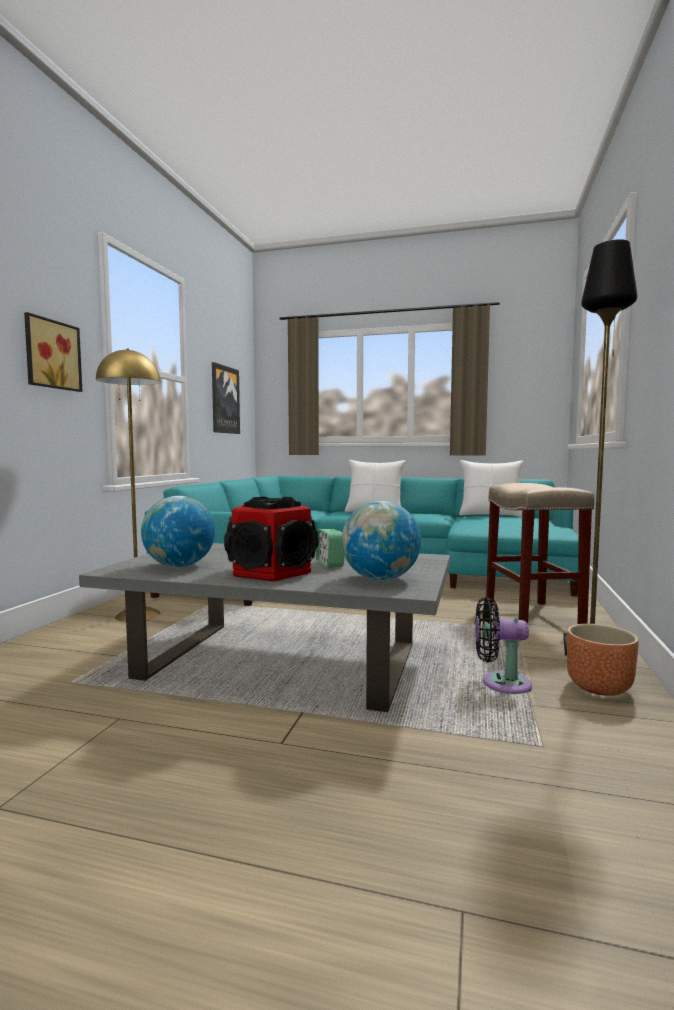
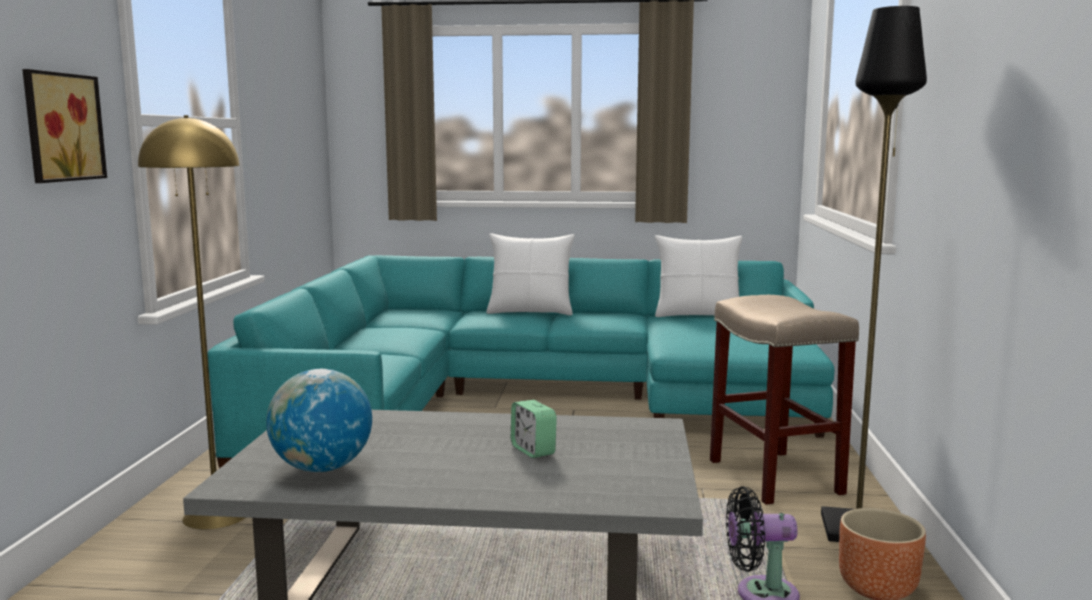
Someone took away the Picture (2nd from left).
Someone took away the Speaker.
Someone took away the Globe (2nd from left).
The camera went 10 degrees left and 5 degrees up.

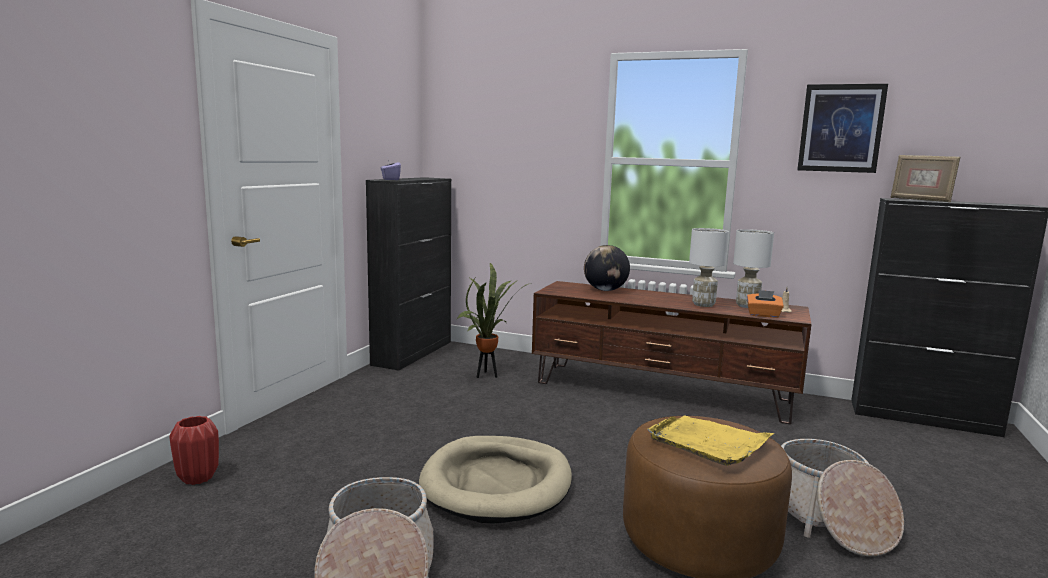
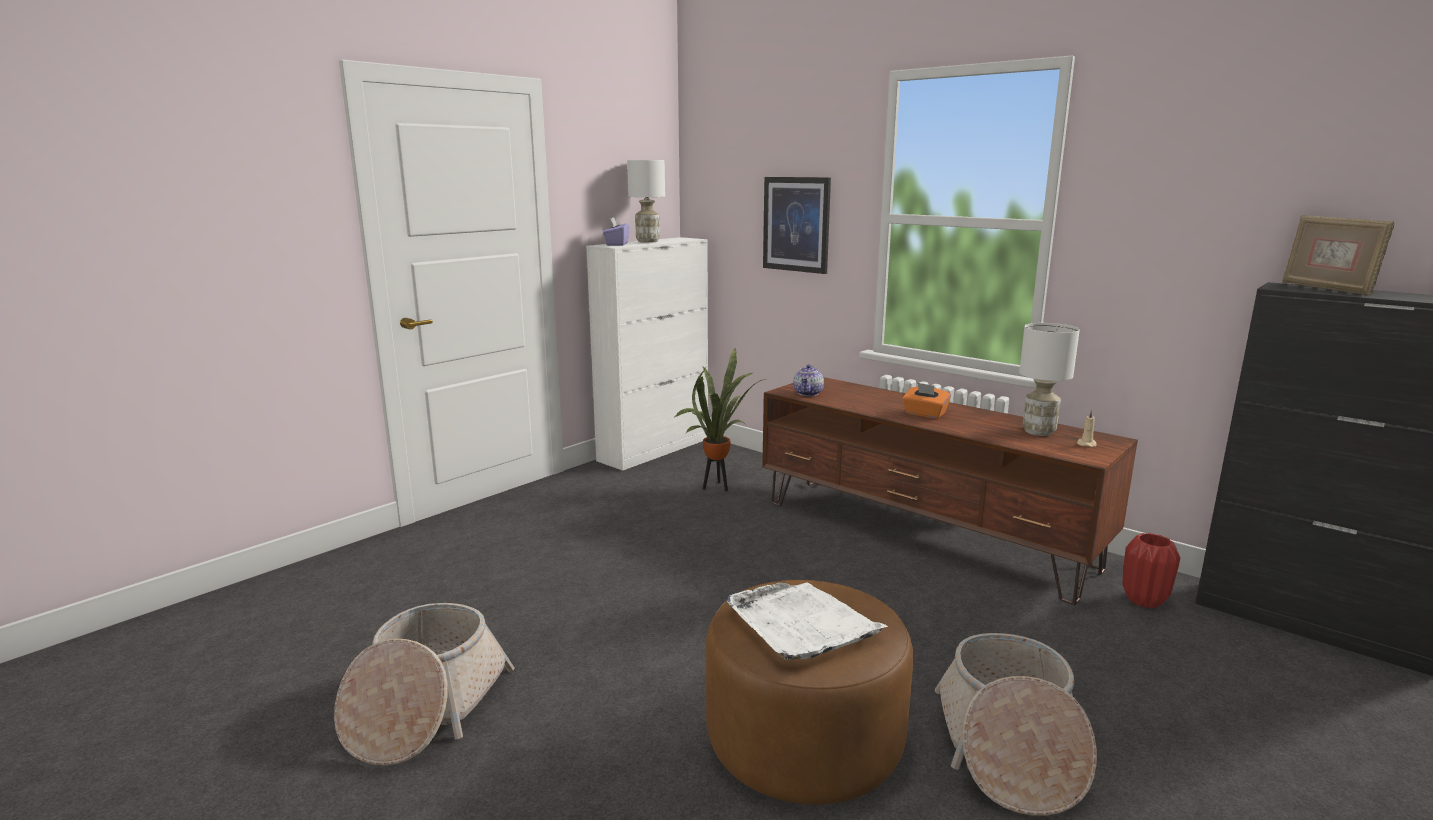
Someone repainted the BlackCabinet (1st from left), which became the WhiteCabinet.
Someone carried the WhiteTableLamp (1st from left).
Someone repainted the YellowTray, which became the WhiteTray.
Someone carried the Picture.
Someone put down the Teapot.
Someone carried the OrangeTissueBox.
Someone carried the RedVase.
Someone took away the BeigeDogBed.
Someone took away the Globe.
The camera went 20 degrees right and 5 degrees up.

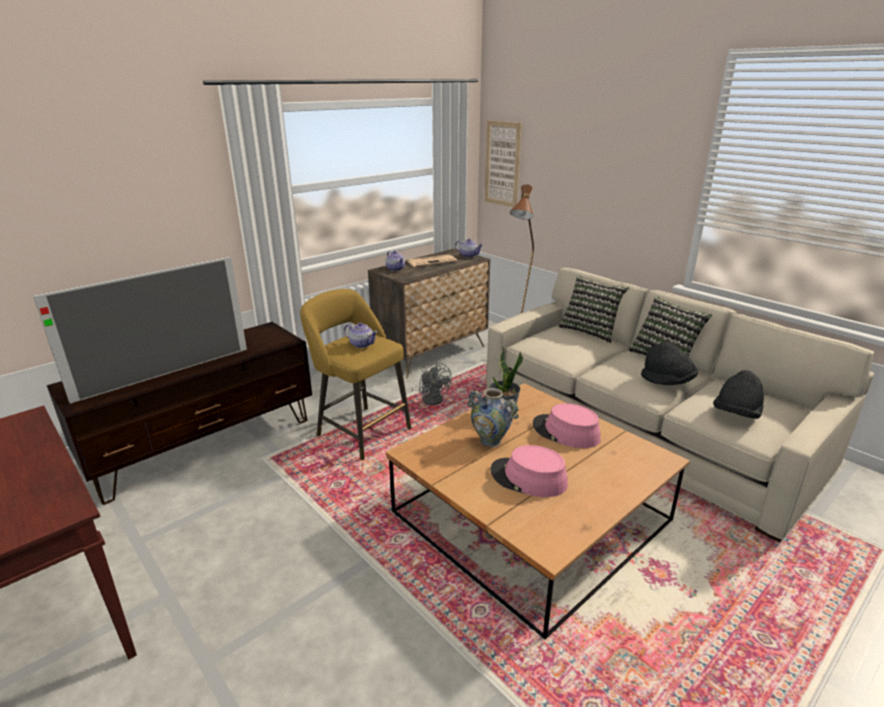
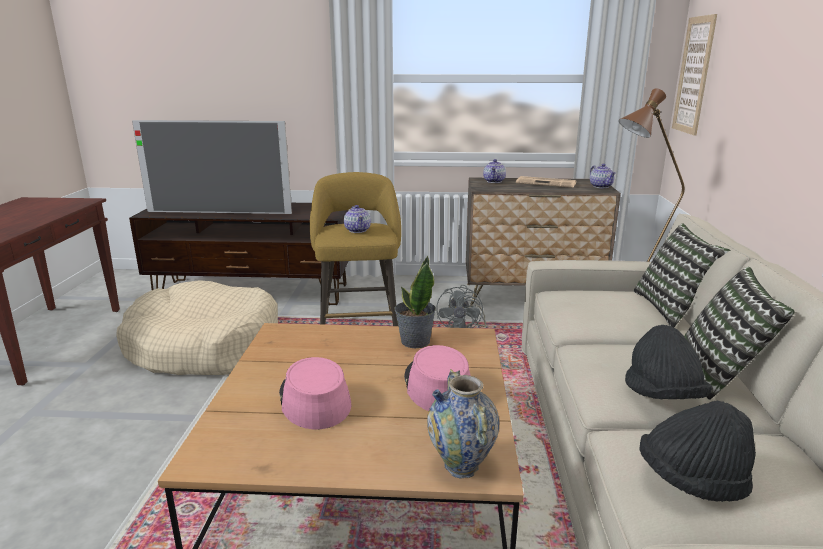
Someone put down the BeigeDogBed.
Someone carried the Vase.
The camera went 45 degrees right and 5 degrees down.

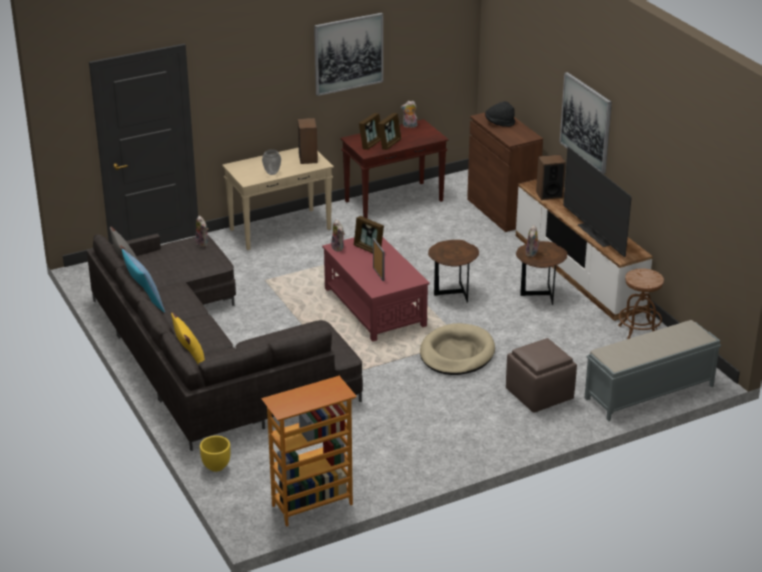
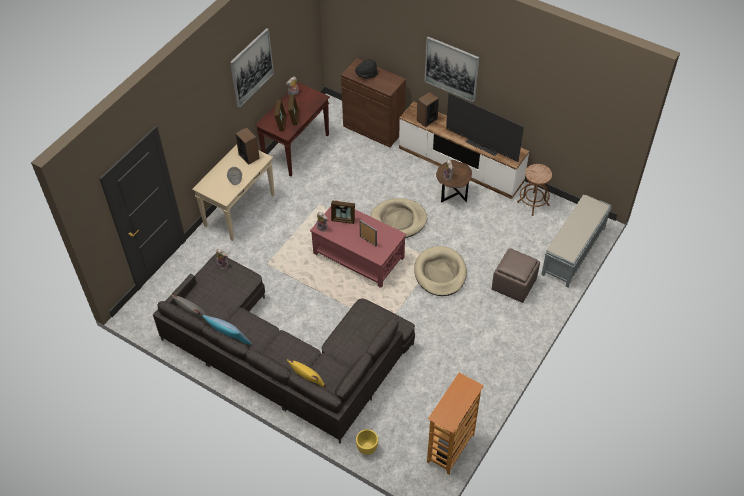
Someone swapped the BrownSideTable (1st from left) for the BeigeDogBed (1st from left).
The camera went 30 degrees left and 20 degrees up.

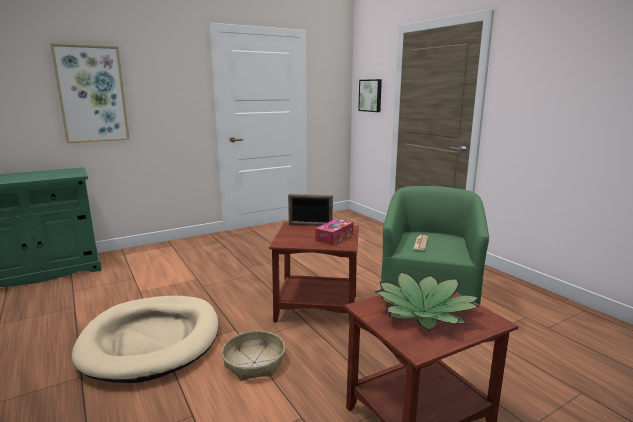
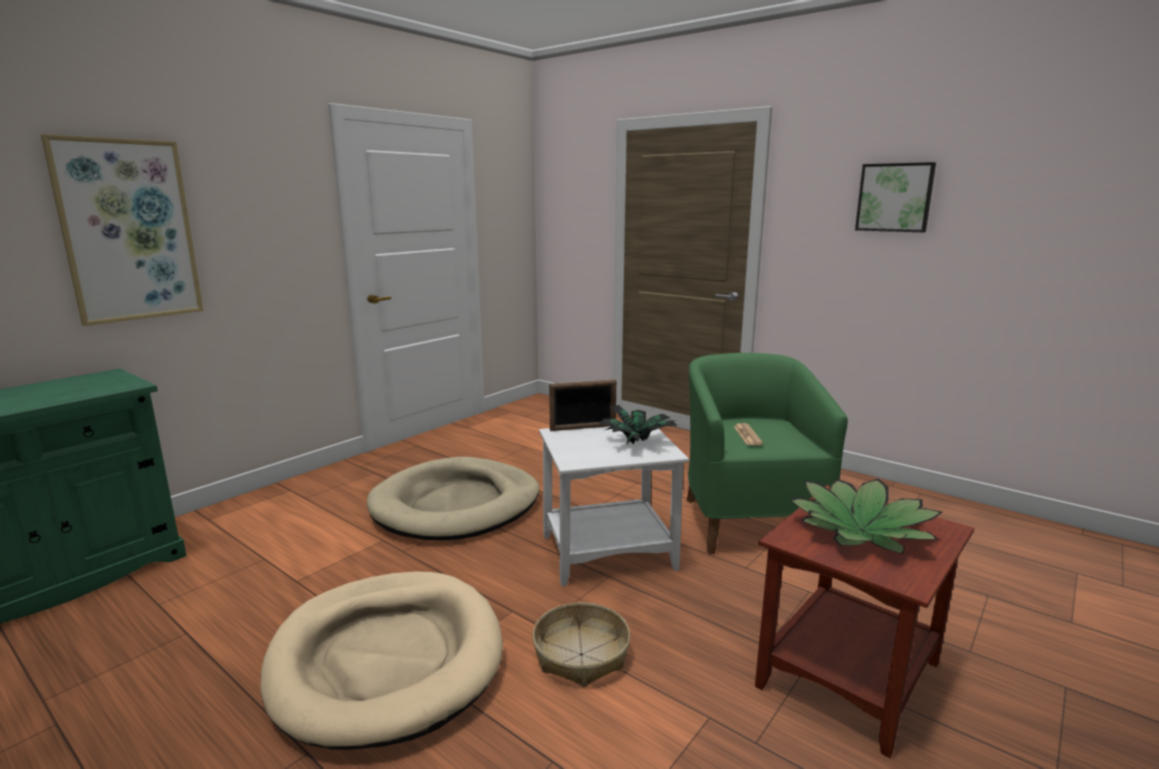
Someone put down the BeigeDogBed (2nd from left).
Someone repainted the BrownSideTable (1st from left), which became the WhiteSideTable.
Someone swapped the TissueBox for the PottedPlant (1st from left).
Someone carried the Picture (2nd from left).
The camera went 20 degrees left and 0 degrees up.

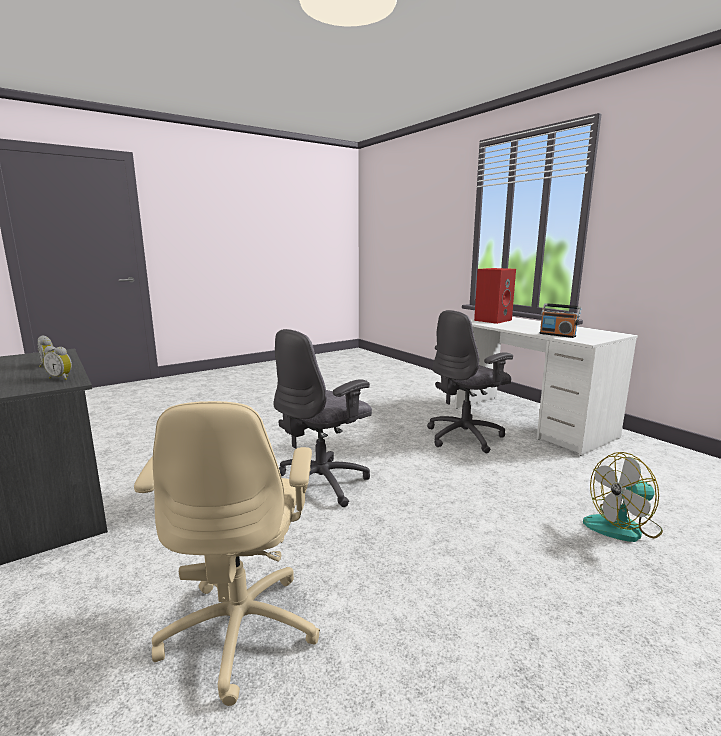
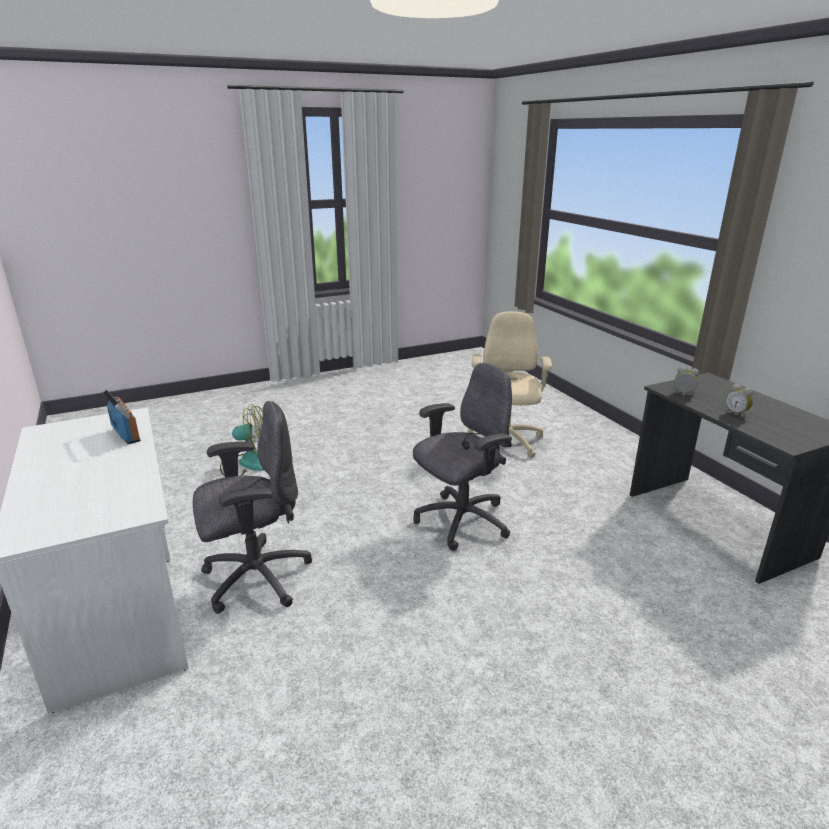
Someone took away the RedSpeaker.
The camera went 170 degrees left and 10 degrees up.

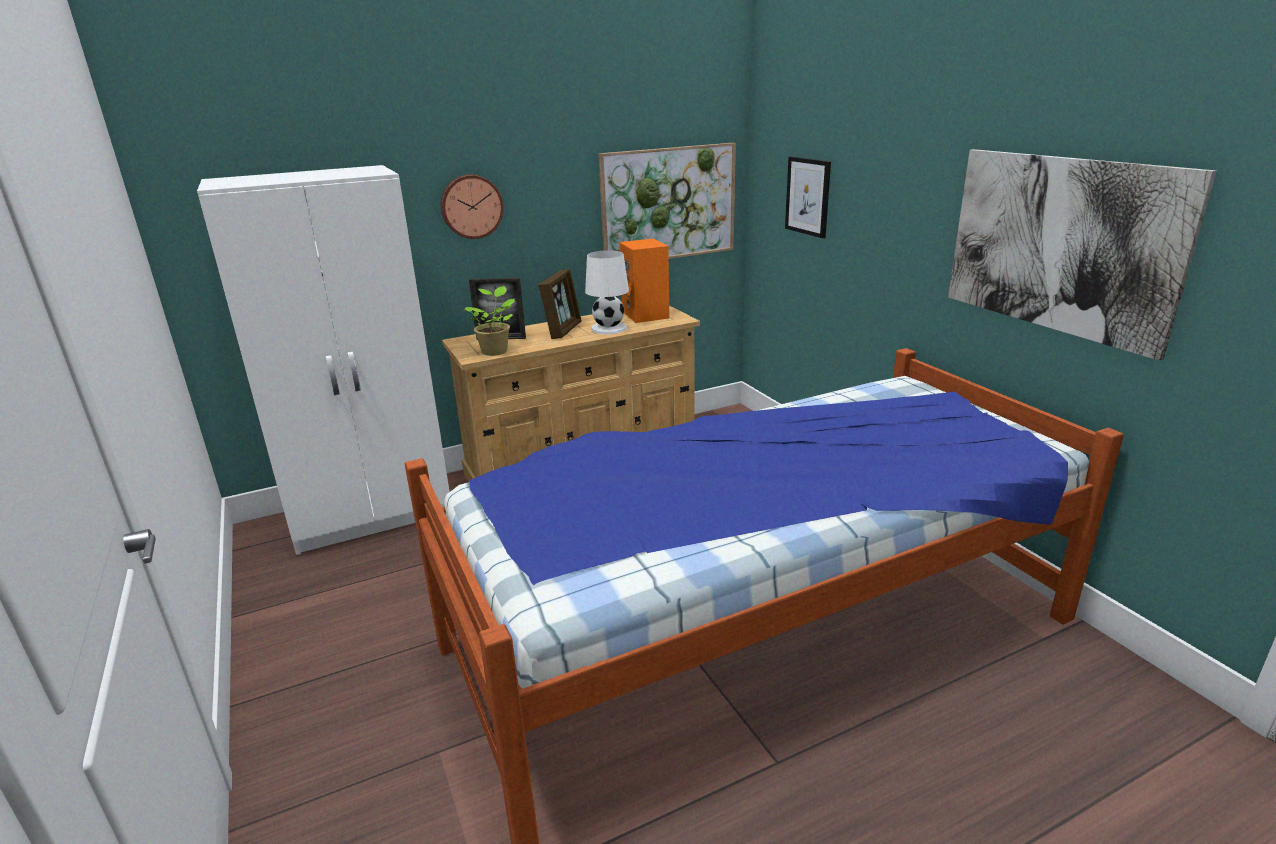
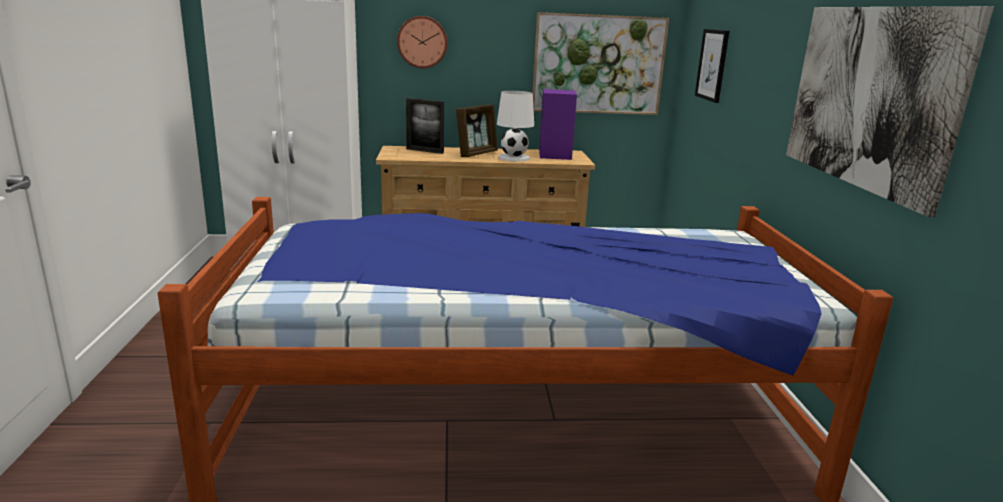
Someone repainted the OrangeSpeaker, which became the PurpleSpeaker.
Someone took away the PottedPlant.
The camera went 20 degrees right and 5 degrees down.

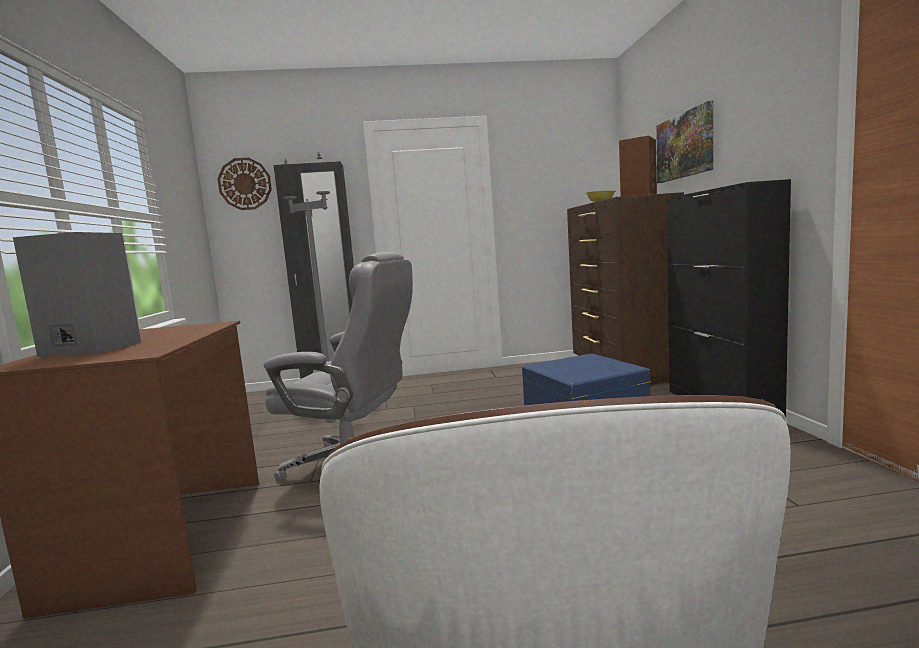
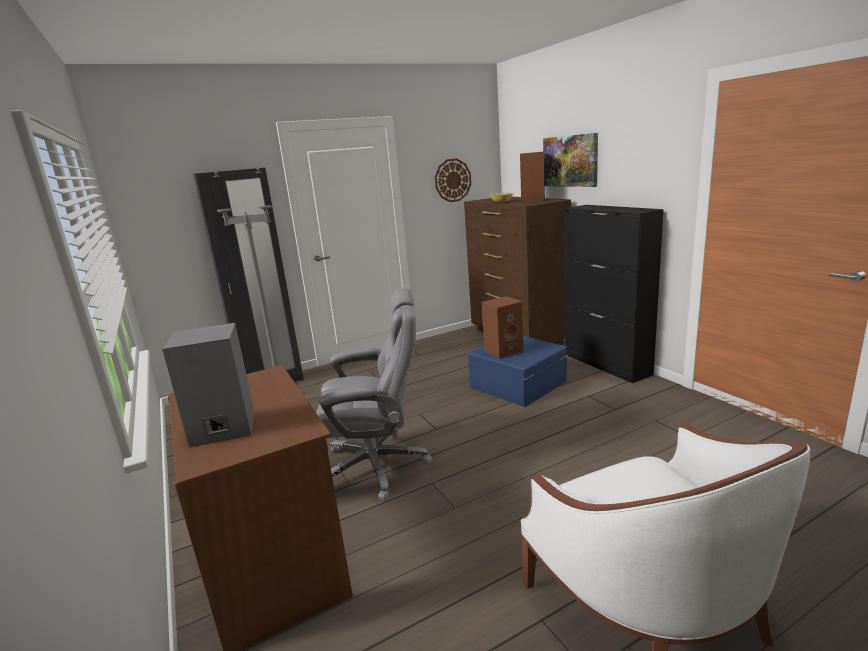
Someone carried the WallClock.
Someone put down the BrownSpeaker (1st from left).
The camera went 20 degrees left and 10 degrees up.

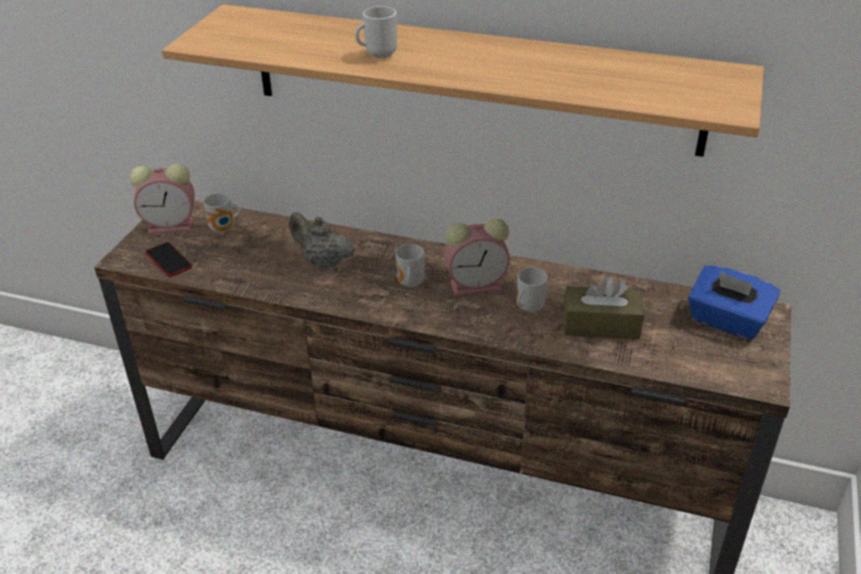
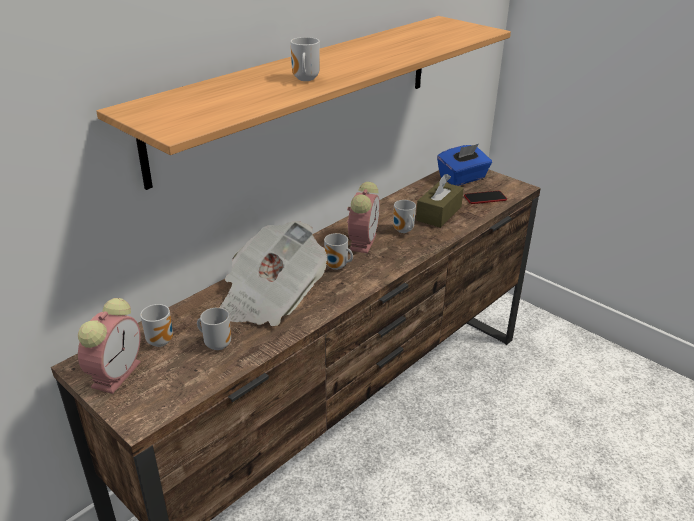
Someone put down the Mug (2nd from left).
Someone swapped the BeigeTeapot for the Newspaper.
Someone carried the Phone.
The camera went 65 degrees left and 5 degrees down.

